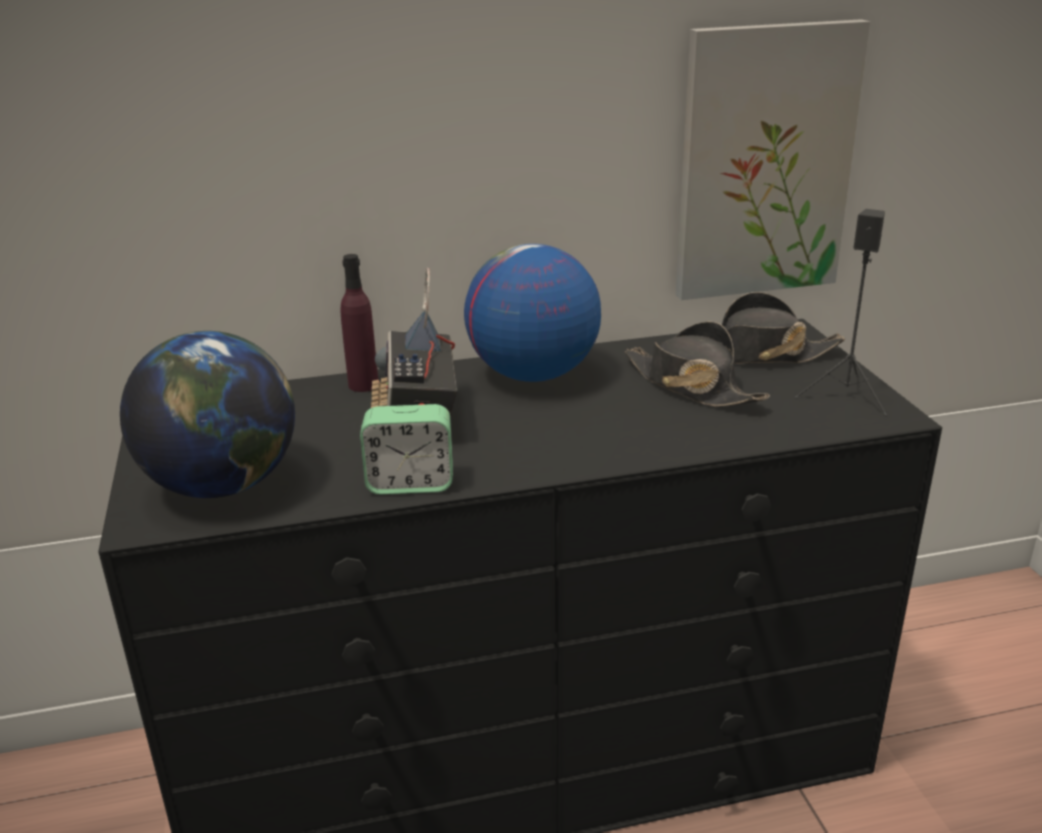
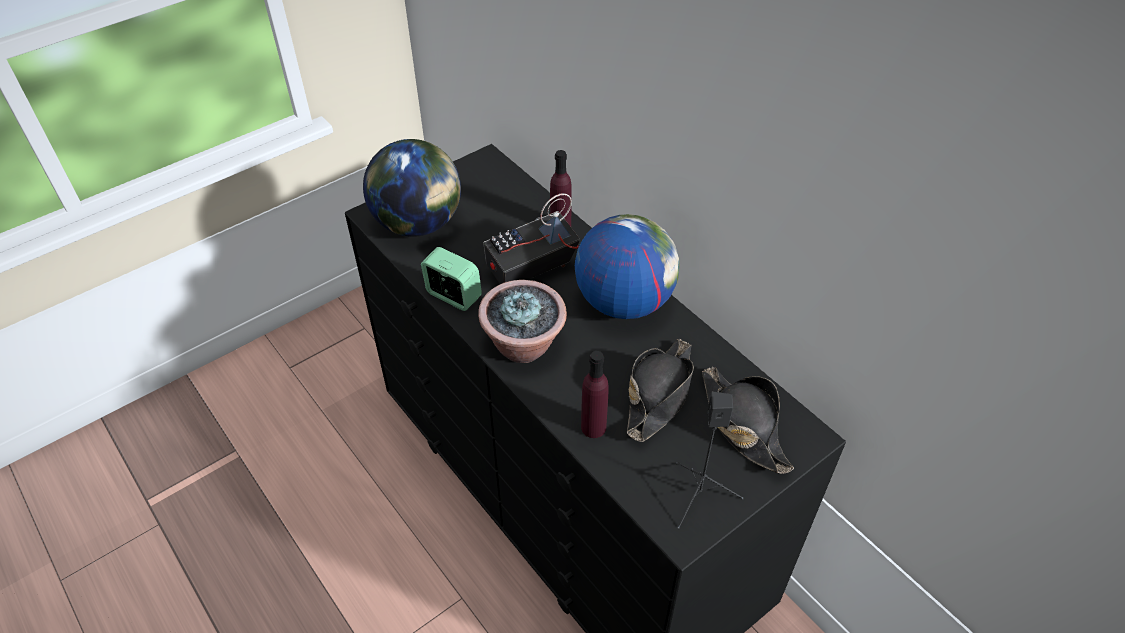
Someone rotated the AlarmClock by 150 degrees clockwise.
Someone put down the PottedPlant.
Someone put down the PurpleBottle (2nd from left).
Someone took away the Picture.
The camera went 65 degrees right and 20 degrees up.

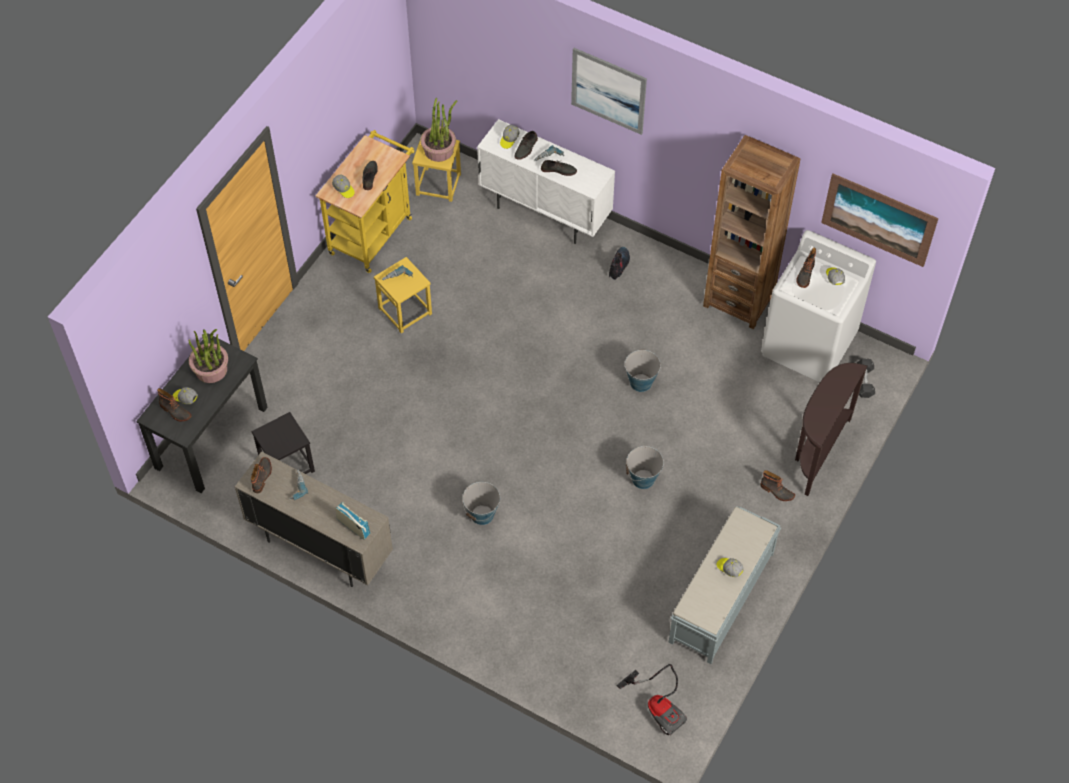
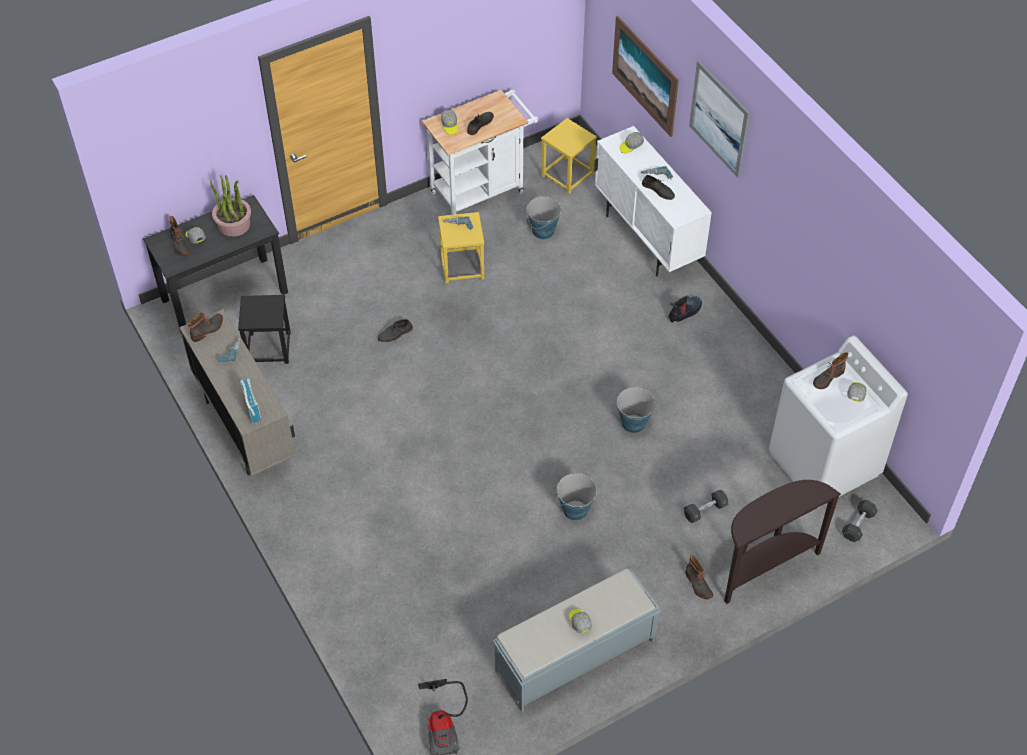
Someone carried the GreyShoe (2nd from left in the first image).
Someone repainted the YellowCart, which became the WhiteCart.
Someone carried the Bucket (1st from left).
Someone carried the Picture (2nd from left in the first image).
Someone put down the GreyDumbbell (1st from left).
Someone took away the PottedPlant (2nd from left).
Someone took away the BrownBookcase.
The camera went 30 degrees right and 5 degrees down.

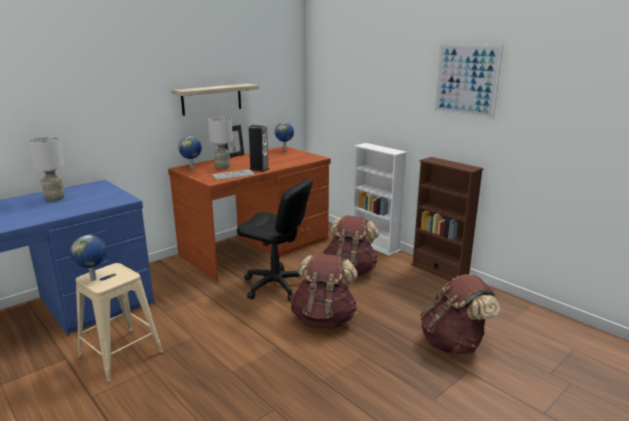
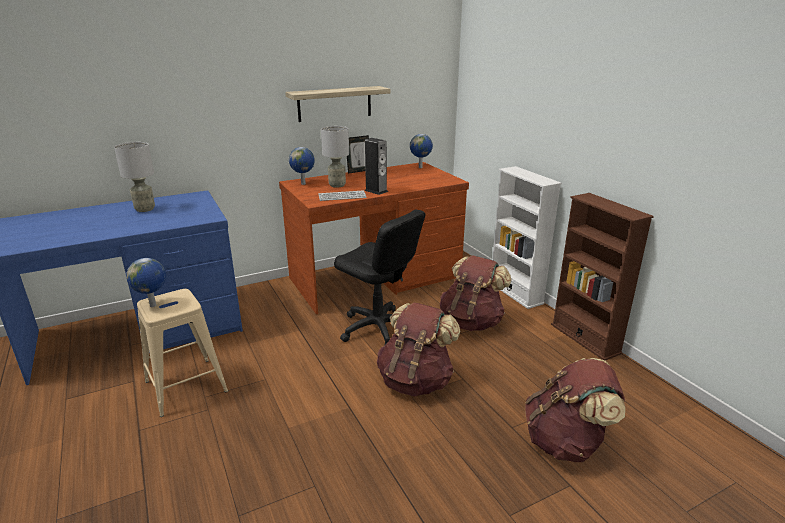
Someone took away the Picture.
The camera went 15 degrees right and 5 degrees up.

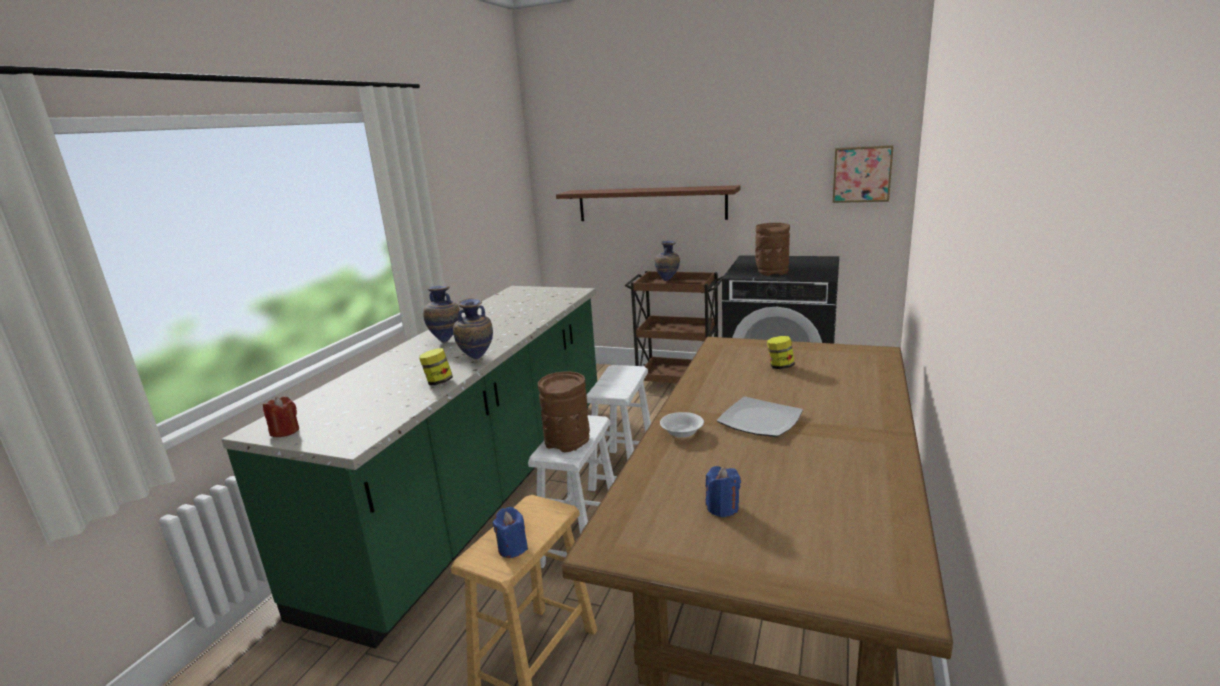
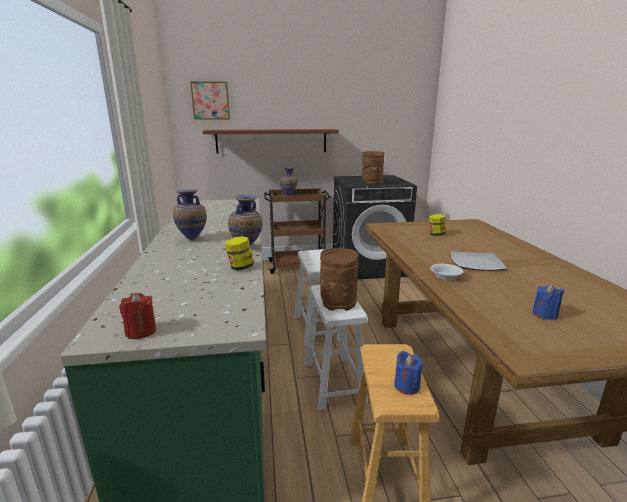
Someone carried the Picture.
The camera went 30 degrees left and 0 degrees up.

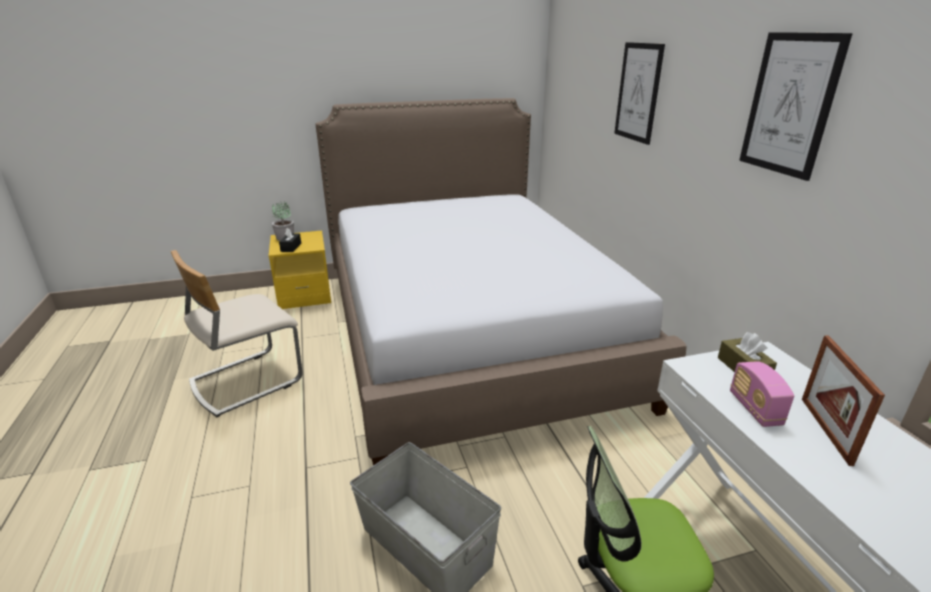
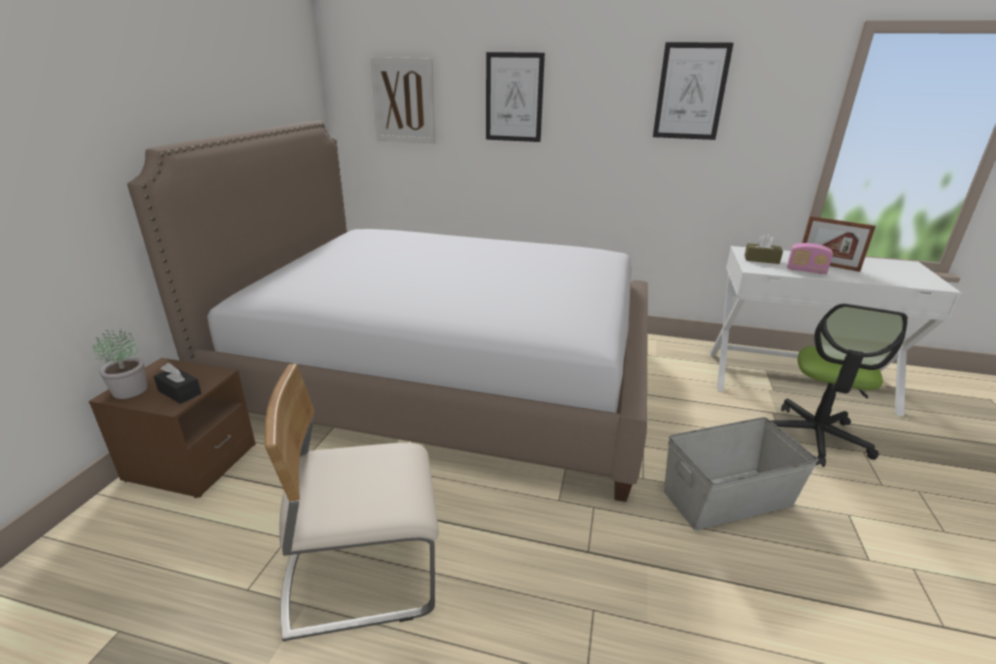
Someone repainted the YellowNightstand, which became the BrownNightstand.
Someone rotated the BeigeChair by 90 degrees clockwise.
Someone put up the Picture (1st from left).
The camera went 60 degrees left and 0 degrees up.

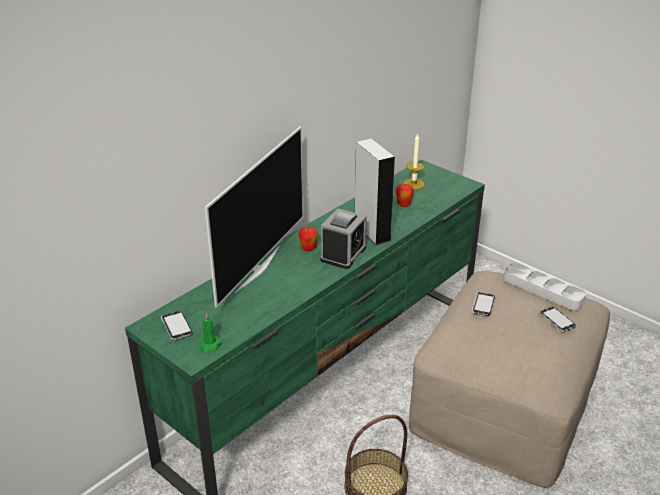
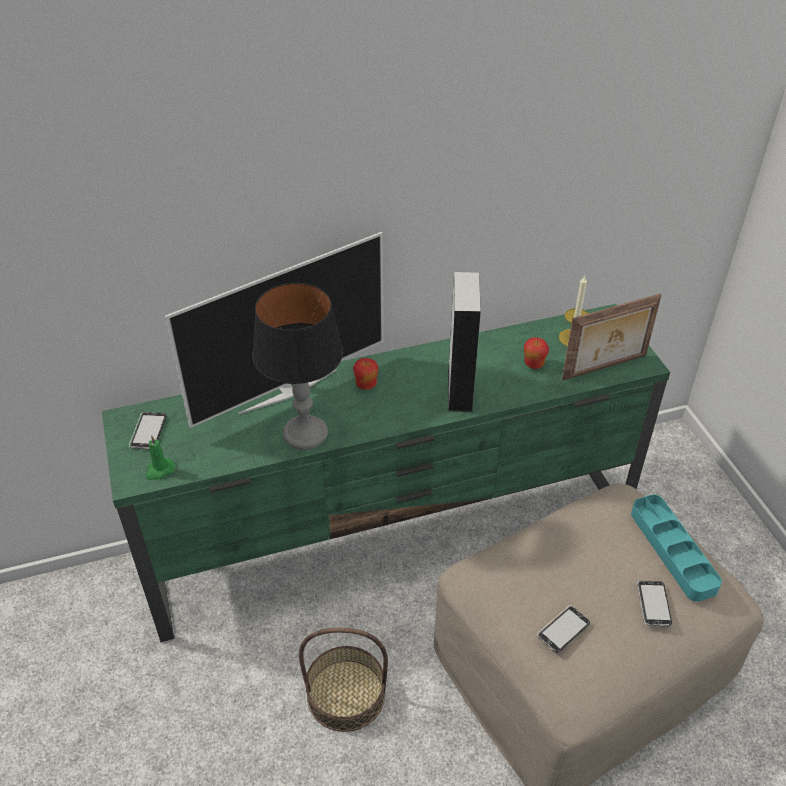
Someone put down the TableLamp.
Someone carried the Phone (2nd from left).
Someone put down the PictureFrame.
Someone repainted the GreyTray, which became the TurquoiseTray.
Someone took away the AlarmClock.
The camera went 30 degrees right and 10 degrees up.

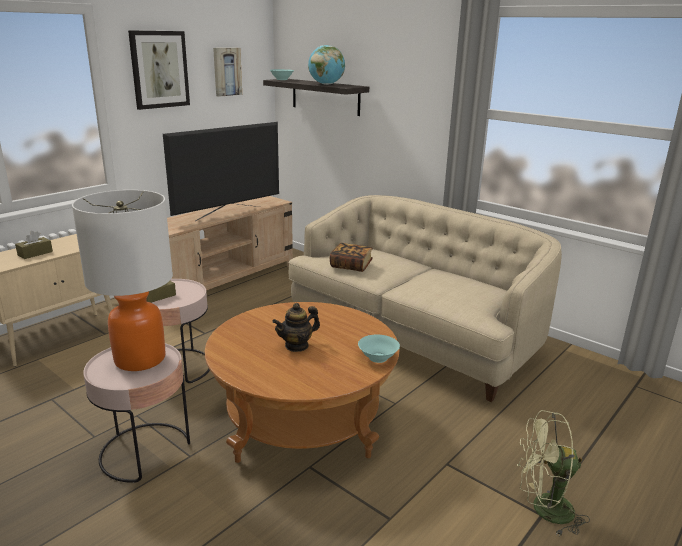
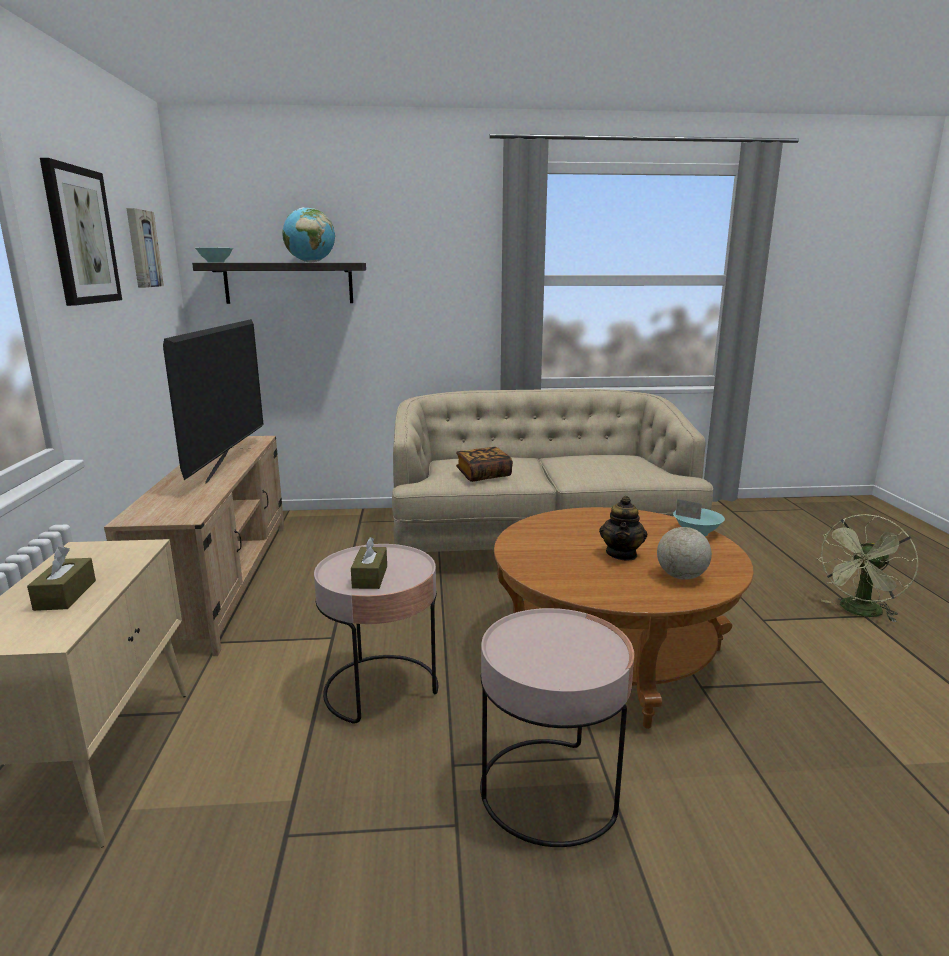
Someone put down the Globe (2nd from left).
Someone took away the TableLamp.
The camera went 45 degrees left and 5 degrees down.

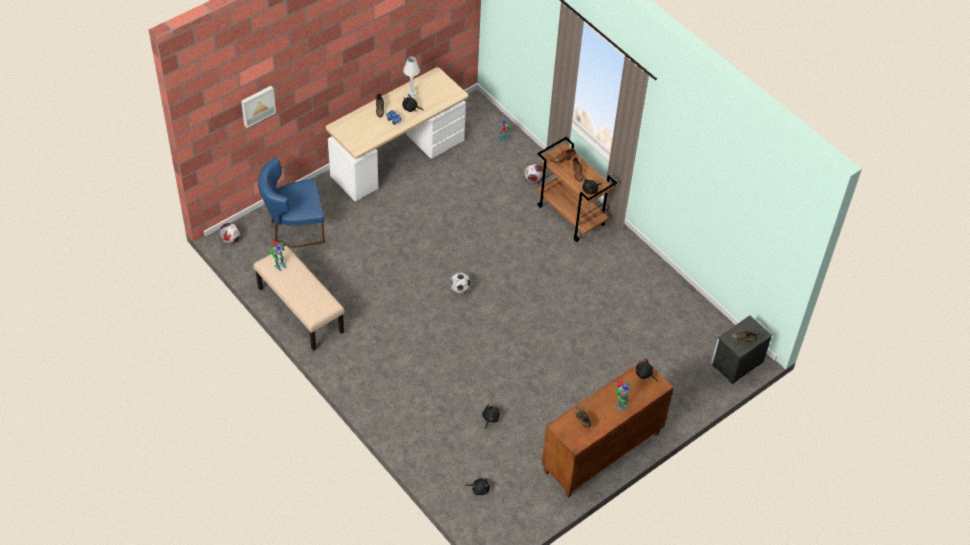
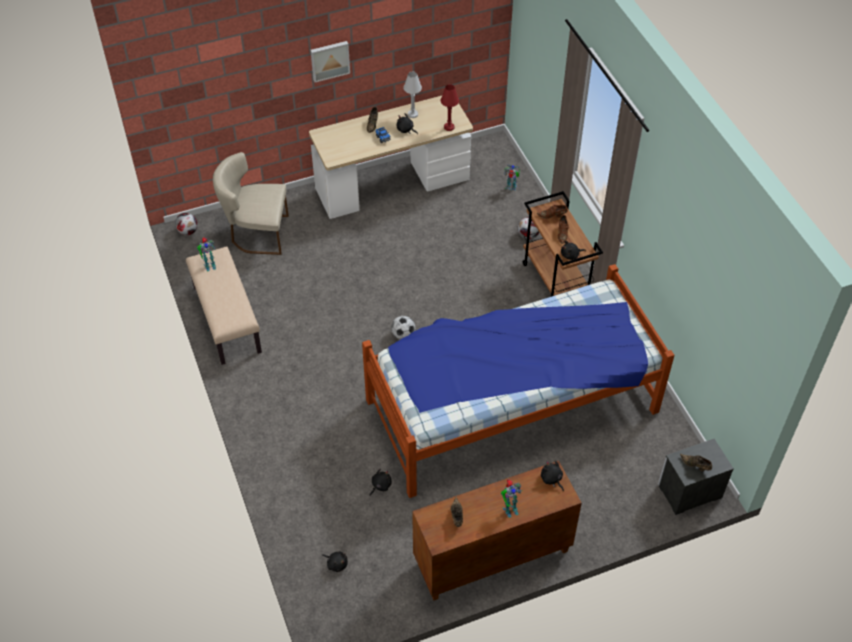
Someone repainted the BlueChair, which became the BeigeChair.
Someone carried the Picture.
Someone put down the Bed.
Someone put down the RedTableLamp.
The camera went 20 degrees right and 0 degrees up.

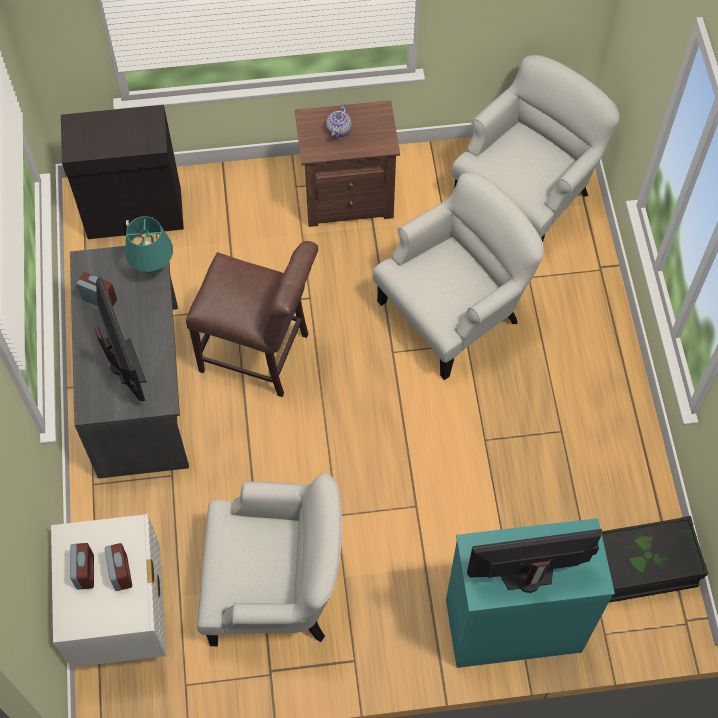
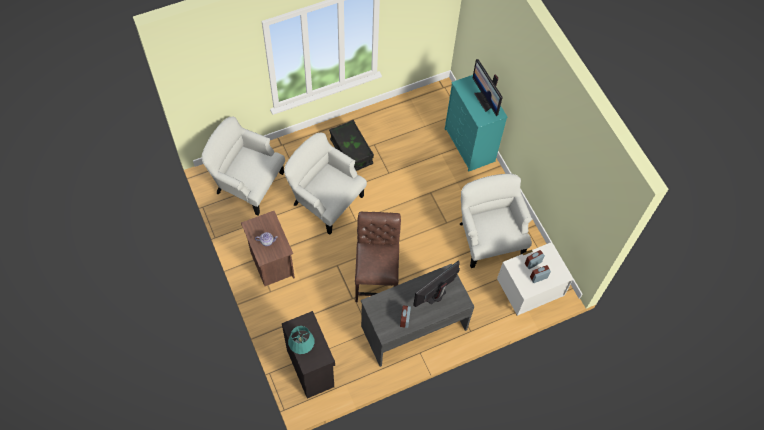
Someone carried the TurquoiseTableLamp.
Someone carried the BlackStorageBox.
The camera went 110 degrees left and 0 degrees up.

